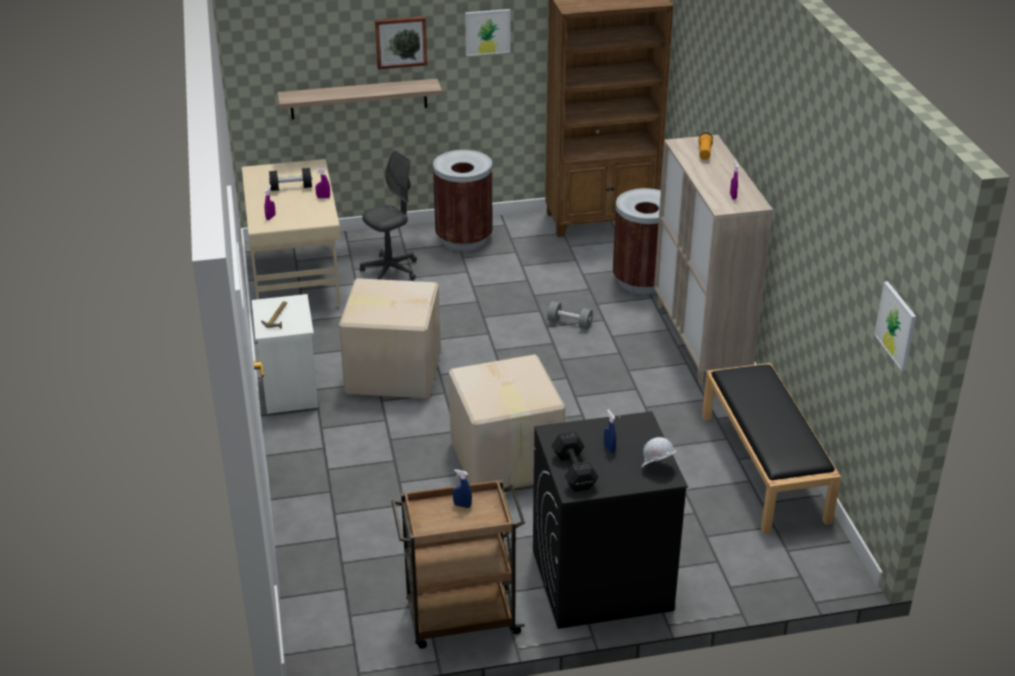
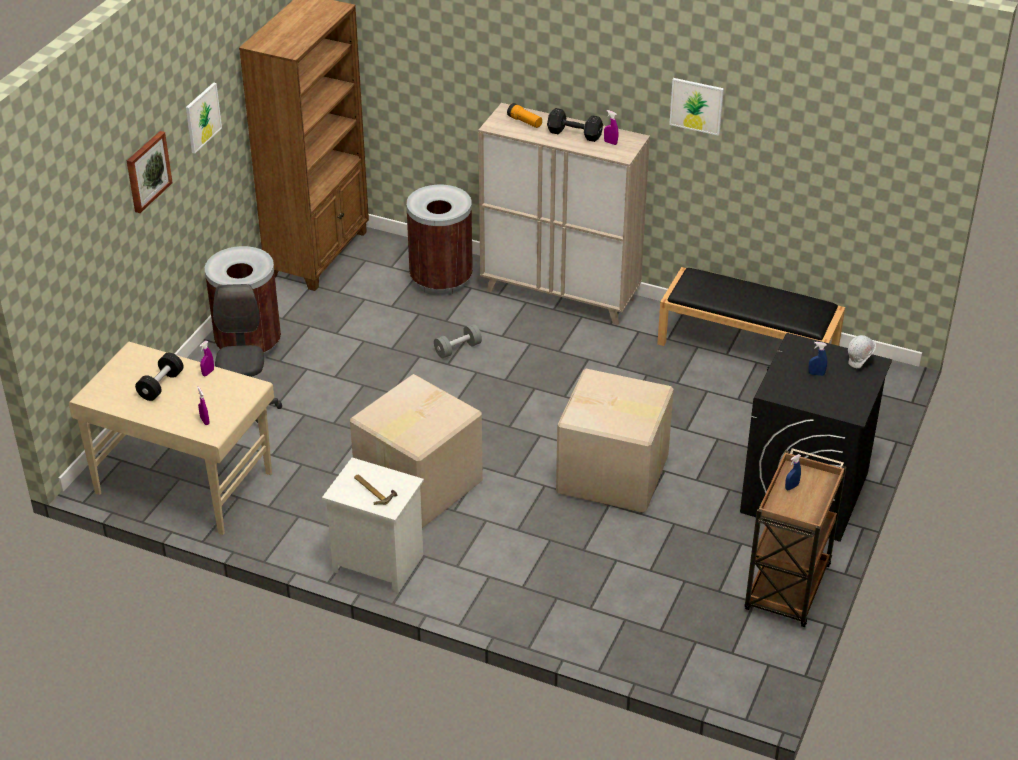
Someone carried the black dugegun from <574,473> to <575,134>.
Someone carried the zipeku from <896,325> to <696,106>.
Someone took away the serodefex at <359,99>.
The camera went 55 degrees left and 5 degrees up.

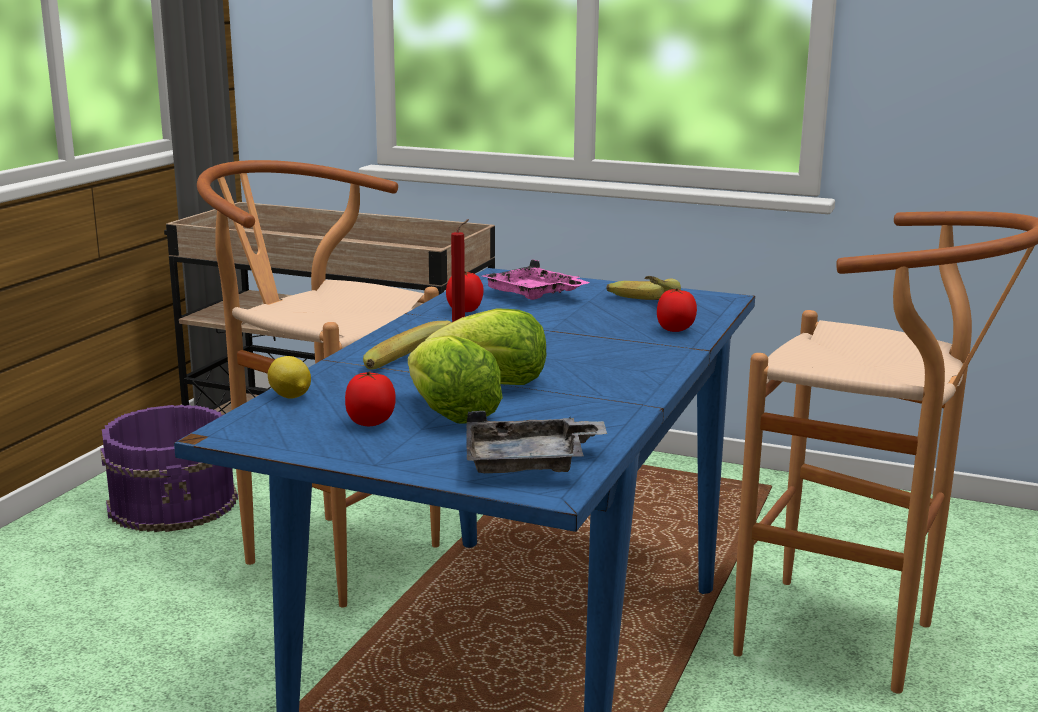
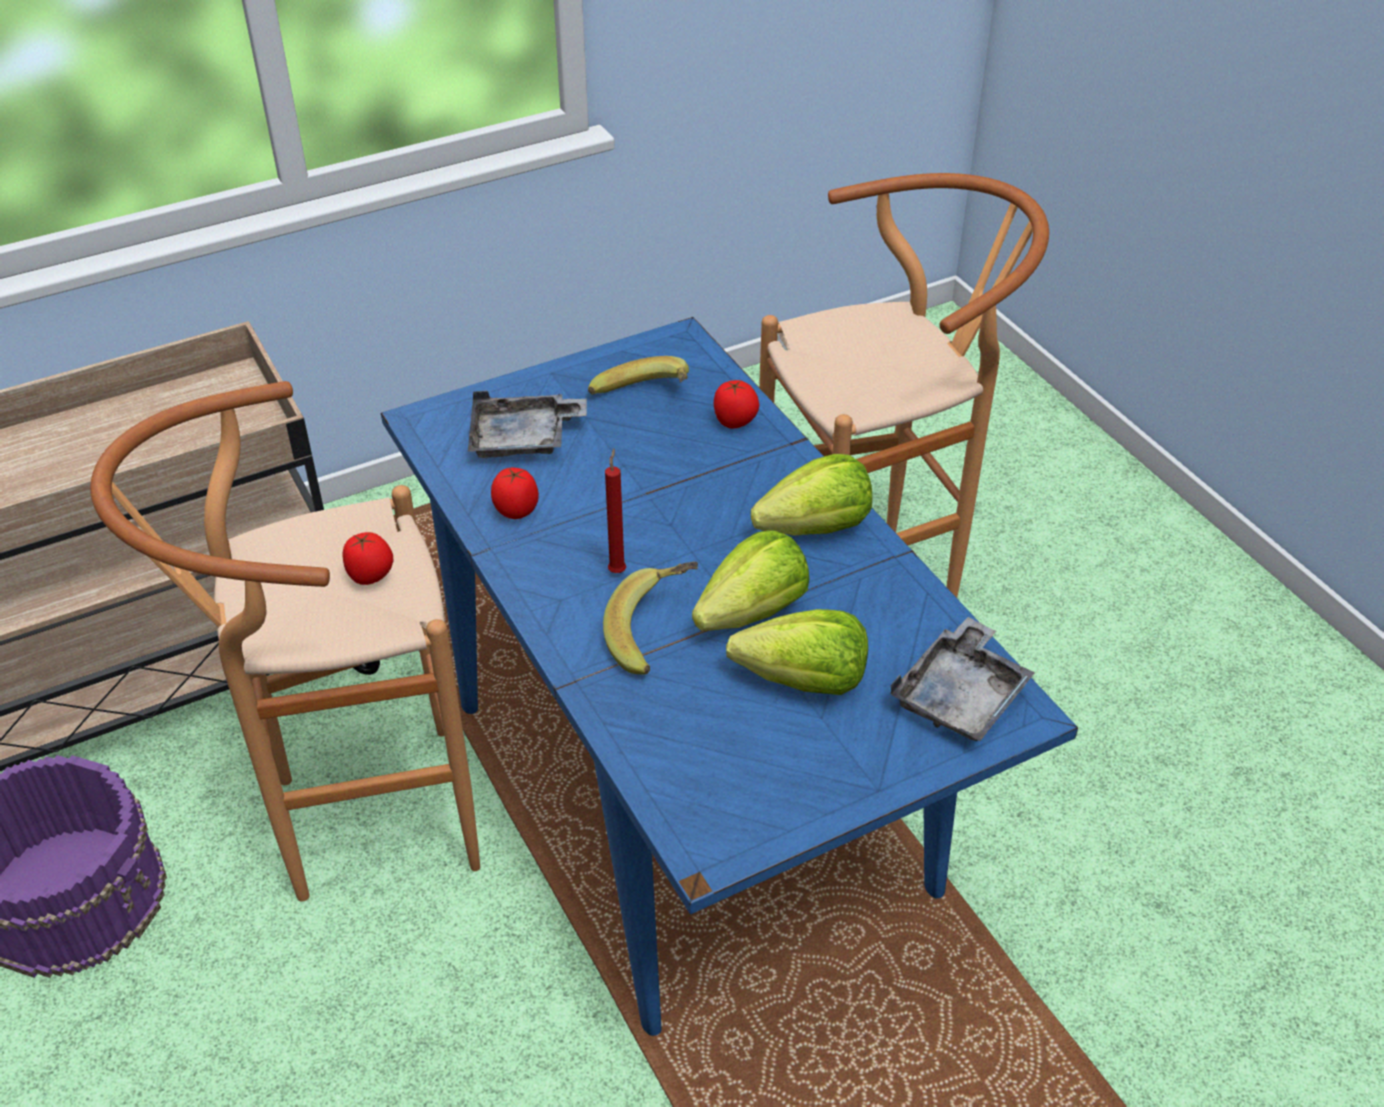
Someone carried the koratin from <371,423> to <371,576>.
Someone repainted the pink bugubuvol at <533,295>, which became the grey bugubuvol at <523,439>.
Someone put down the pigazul at <816,528>.
Someone took away the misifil at <290,397>.
The camera went 50 degrees left and 25 degrees up.

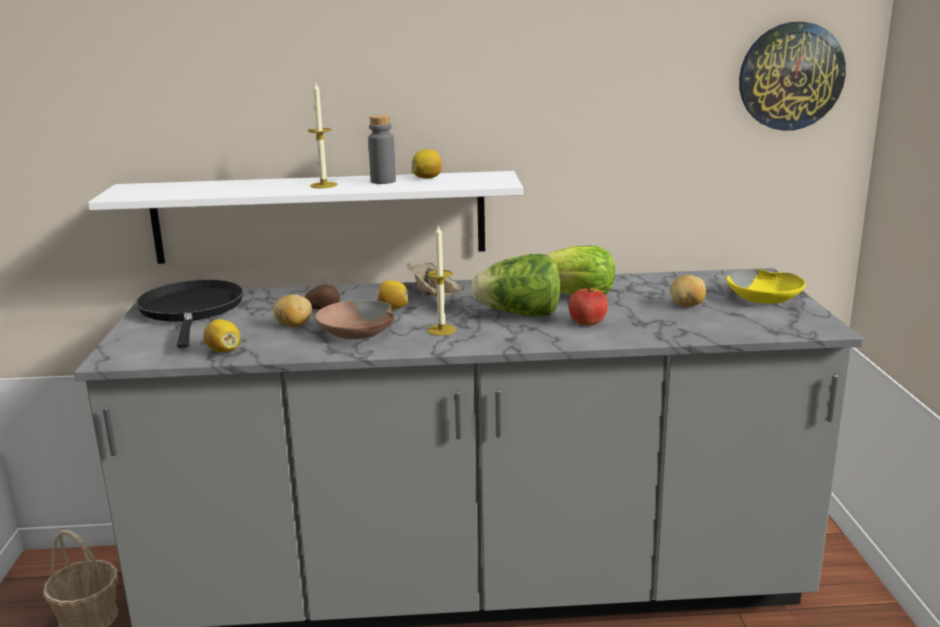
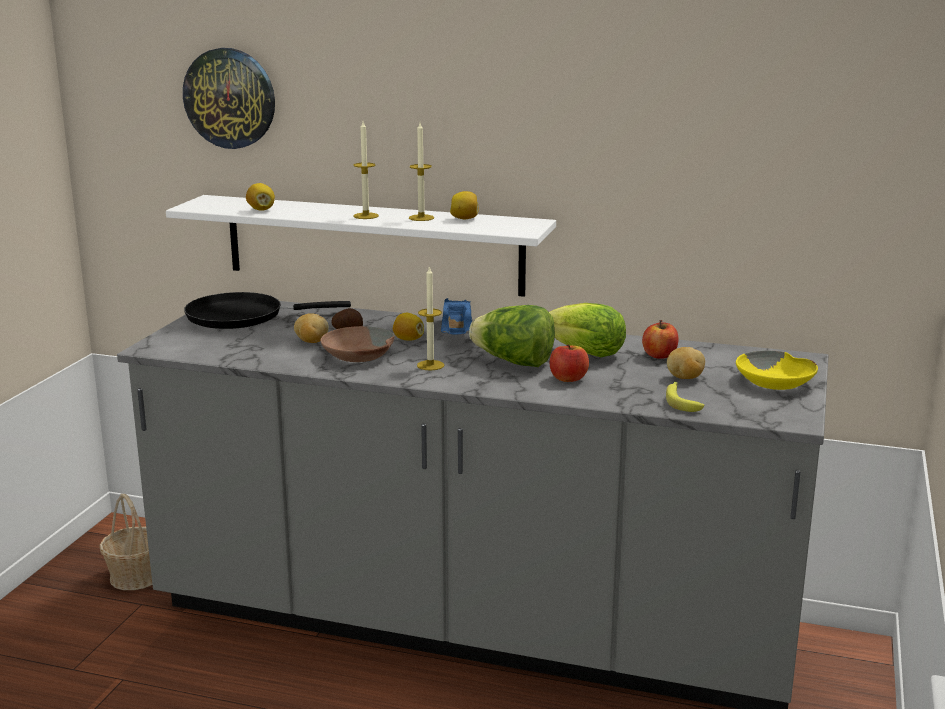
Someone carried the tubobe from <790,76> to <230,98>.
Someone rotated the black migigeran at <191,310> by 105 degrees counterclockwise.
Someone carried the misifil from <224,351> to <261,210>.
Someone swapped the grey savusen at <383,181> for the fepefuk at <421,218>.
Someone repainted the beige bugubuvol at <435,296>, which became the blue bugubuvol at <457,334>.
Someone put down the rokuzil at <659,355>.
Someone put down the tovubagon at <681,401>.
The camera went 20 degrees right and 0 degrees up.

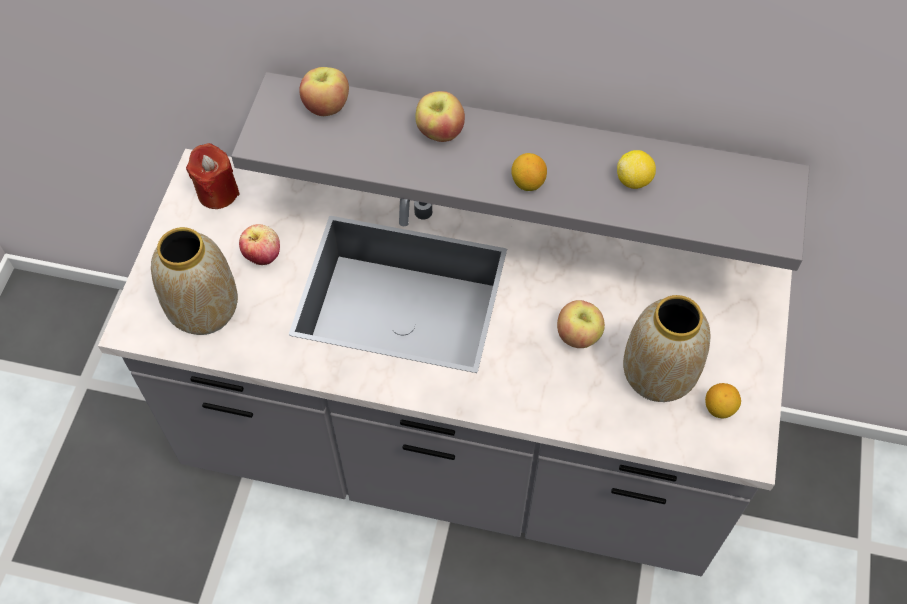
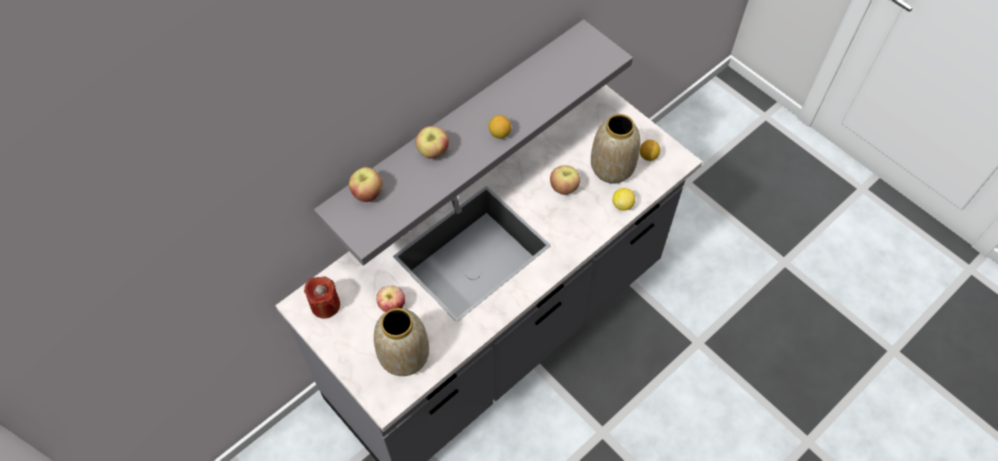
Someone carried the misifil from <634,181> to <622,204>.
The camera went 55 degrees left and 0 degrees up.

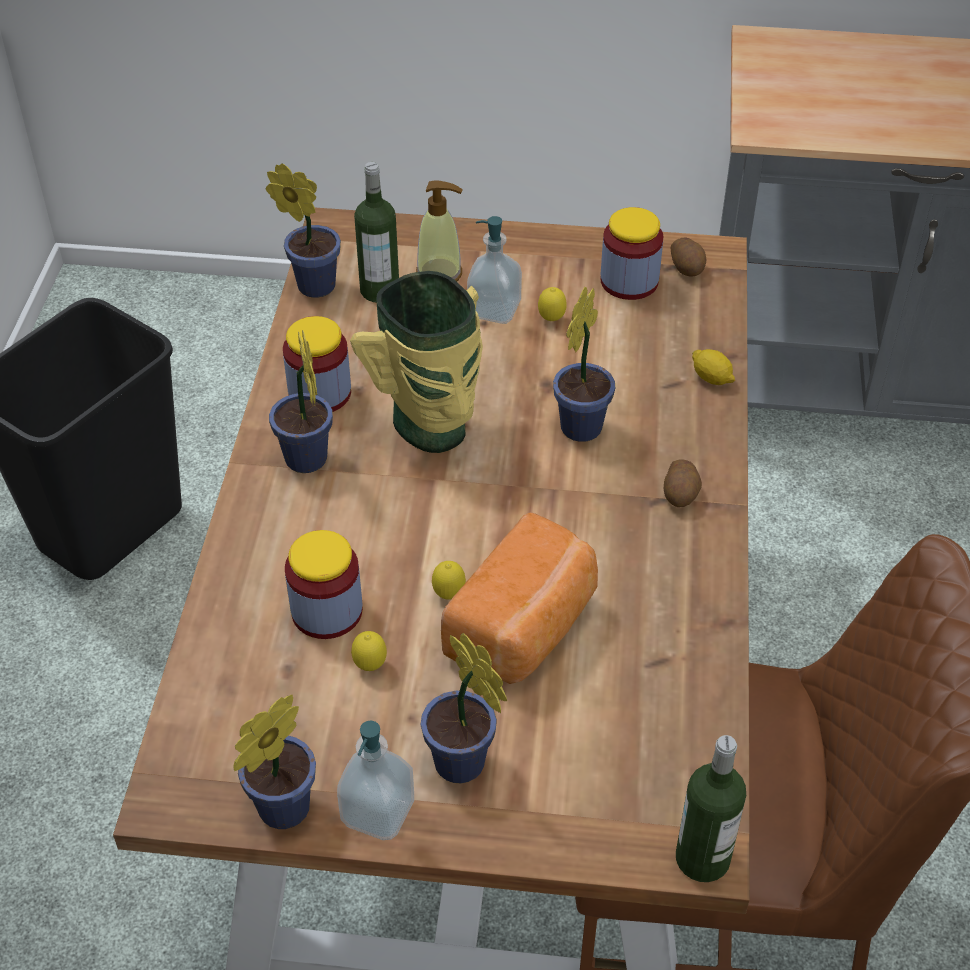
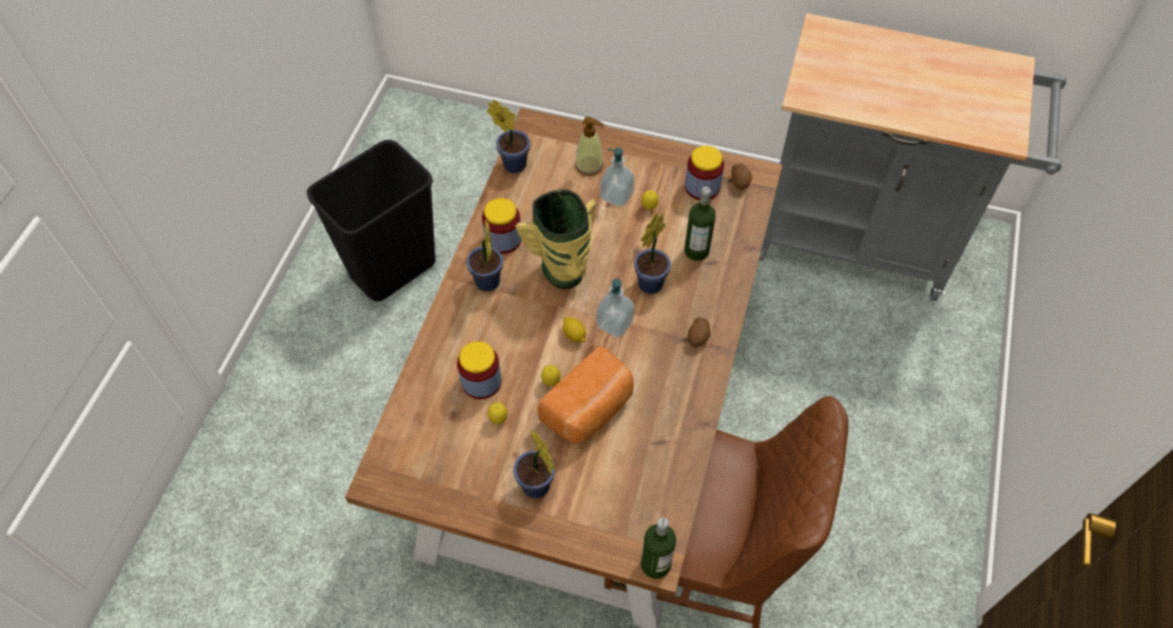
Someone carried the misifil from <711,378> to <574,335>.
Someone carried the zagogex from <378,812> to <614,323>.
Someone carried the savusen from <379,290> to <696,251>.
Someone took away the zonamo at <278,812>.
The camera went 10 degrees right and 10 degrees up.

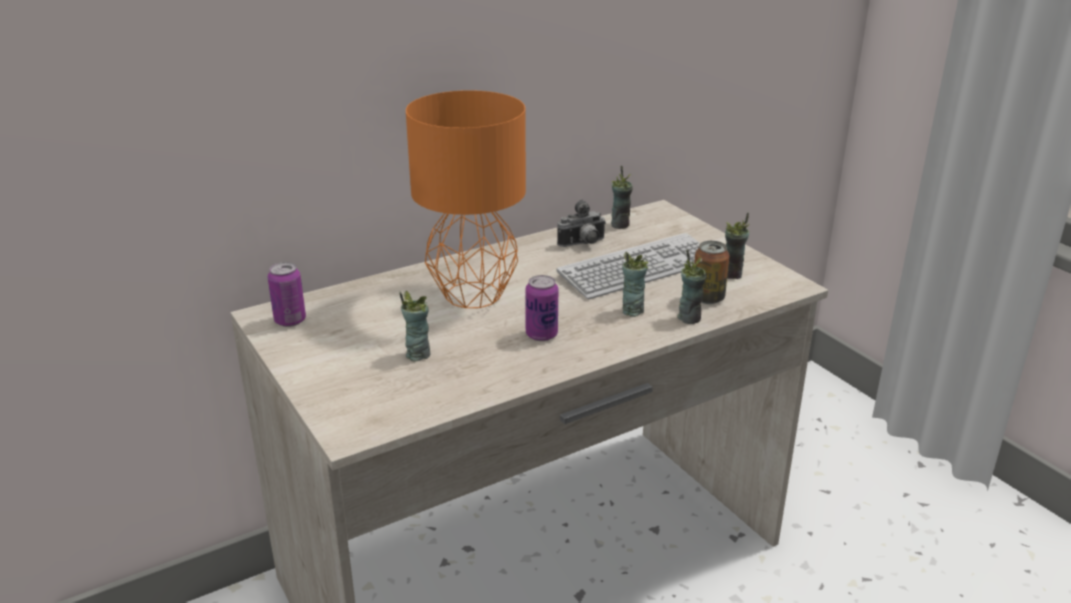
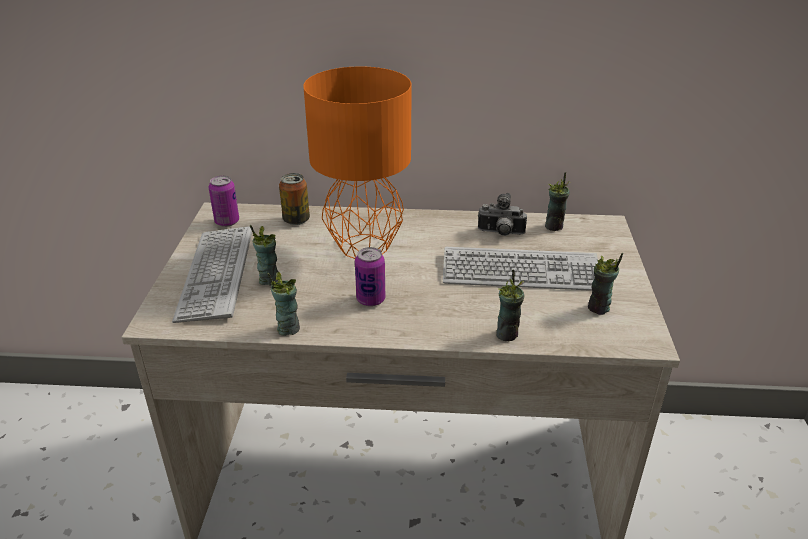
Someone put down the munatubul at <216,274>.
Someone carried the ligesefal from <632,310> to <288,328>.
Someone carried the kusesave from <708,298> to <296,220>.
The camera went 35 degrees right and 5 degrees up.

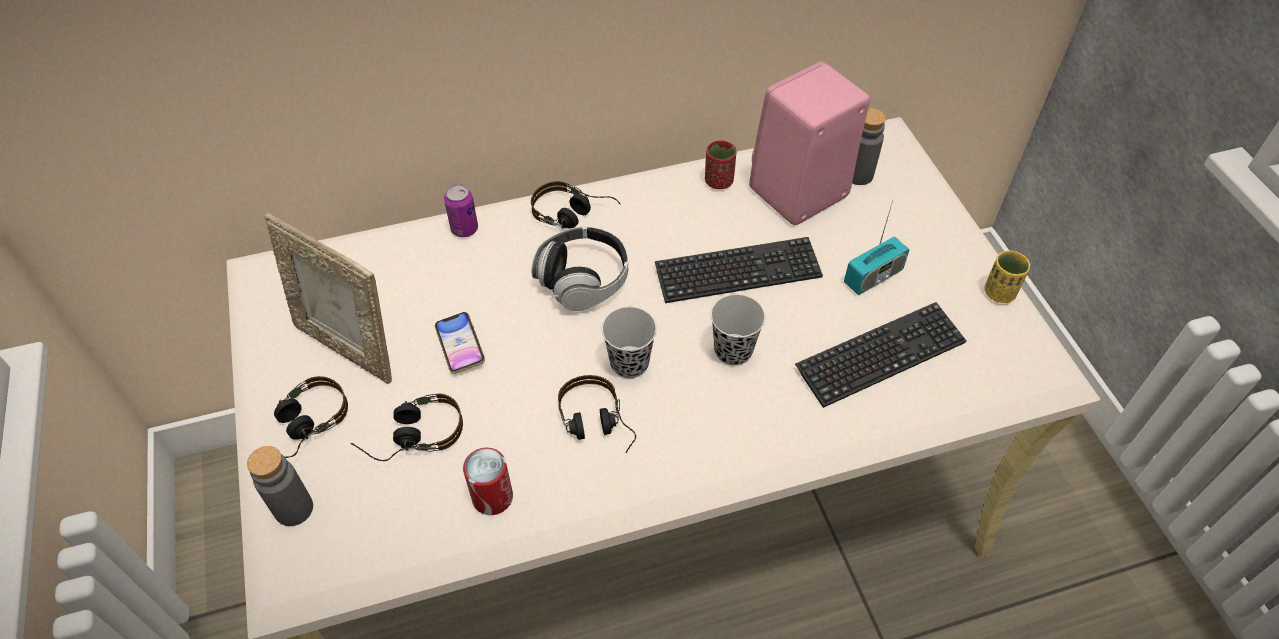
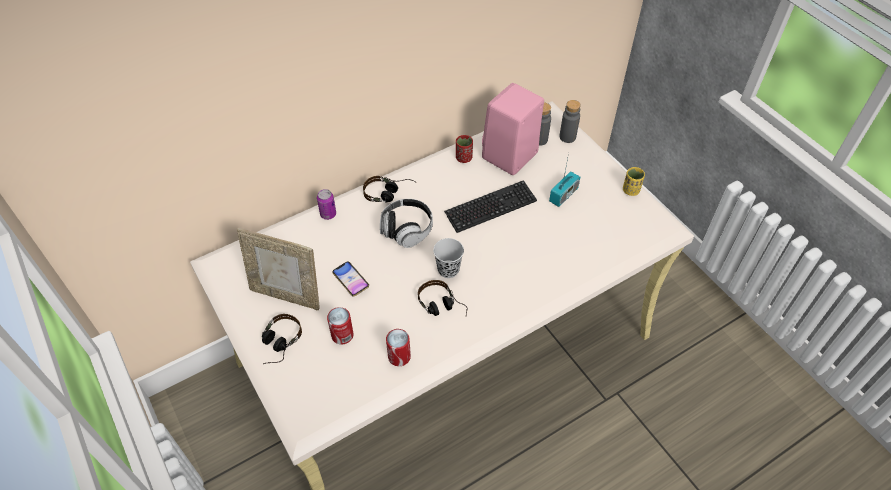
Someone swapped the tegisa at <411,436> for the kusesave at <342,335>.
Someone carried the grey savusen from <294,509> to <567,137>.
Someone took away the black ligesefal at <733,351>.
Someone took away the munatubul at <880,356>.
The camera went 15 degrees left and 0 degrees up.

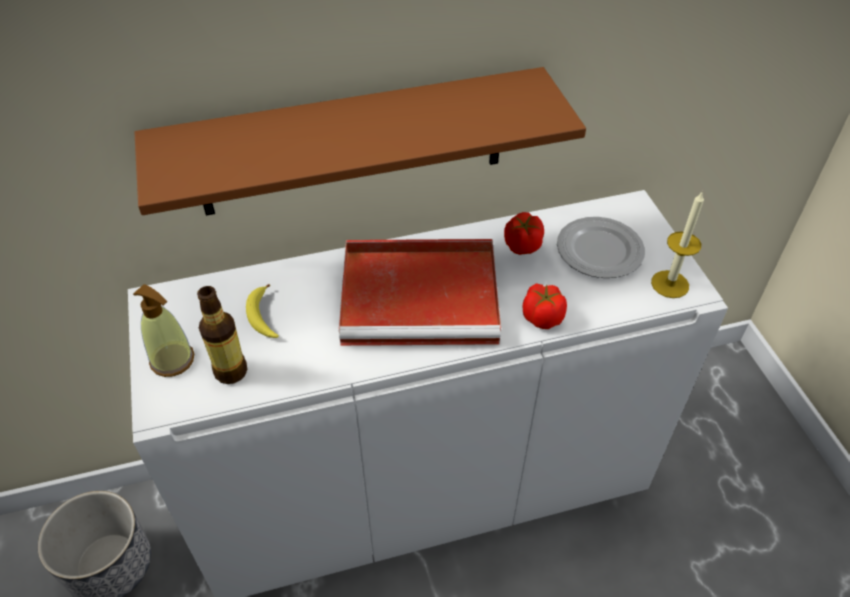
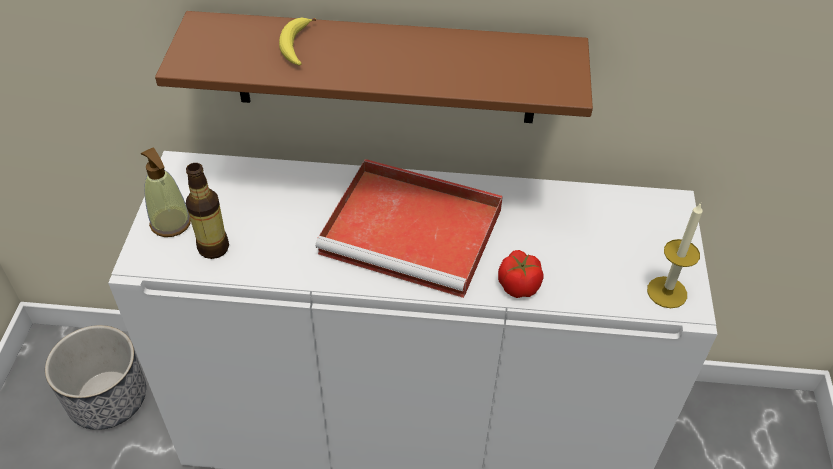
Someone carried the tovubagon from <263,317> to <296,46>.
Someone took away the koratin at <522,245>.
Someone took away the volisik at <599,251>.
The camera went 20 degrees right and 0 degrees up.

